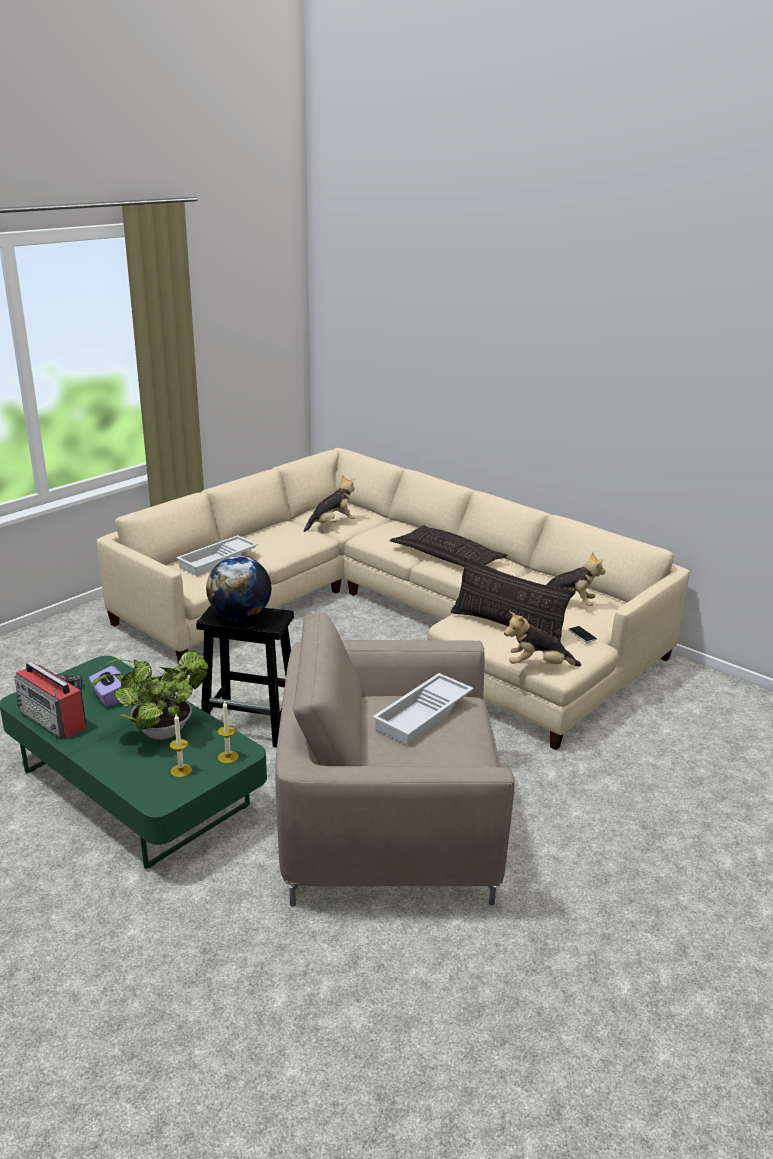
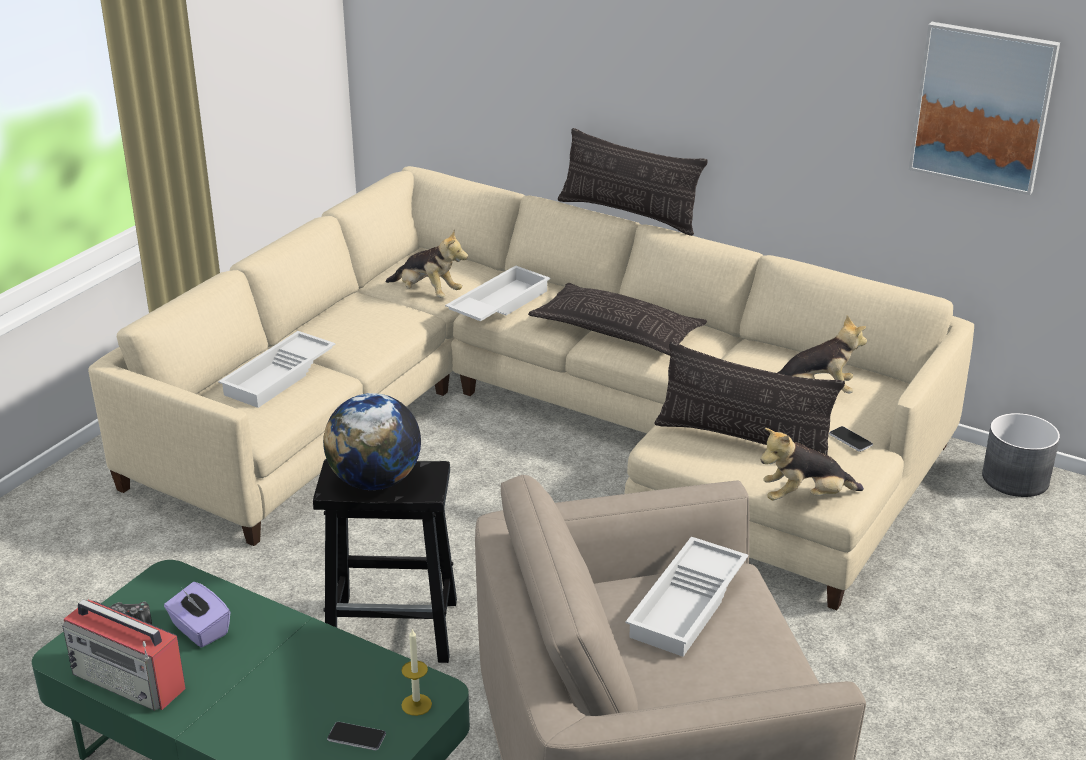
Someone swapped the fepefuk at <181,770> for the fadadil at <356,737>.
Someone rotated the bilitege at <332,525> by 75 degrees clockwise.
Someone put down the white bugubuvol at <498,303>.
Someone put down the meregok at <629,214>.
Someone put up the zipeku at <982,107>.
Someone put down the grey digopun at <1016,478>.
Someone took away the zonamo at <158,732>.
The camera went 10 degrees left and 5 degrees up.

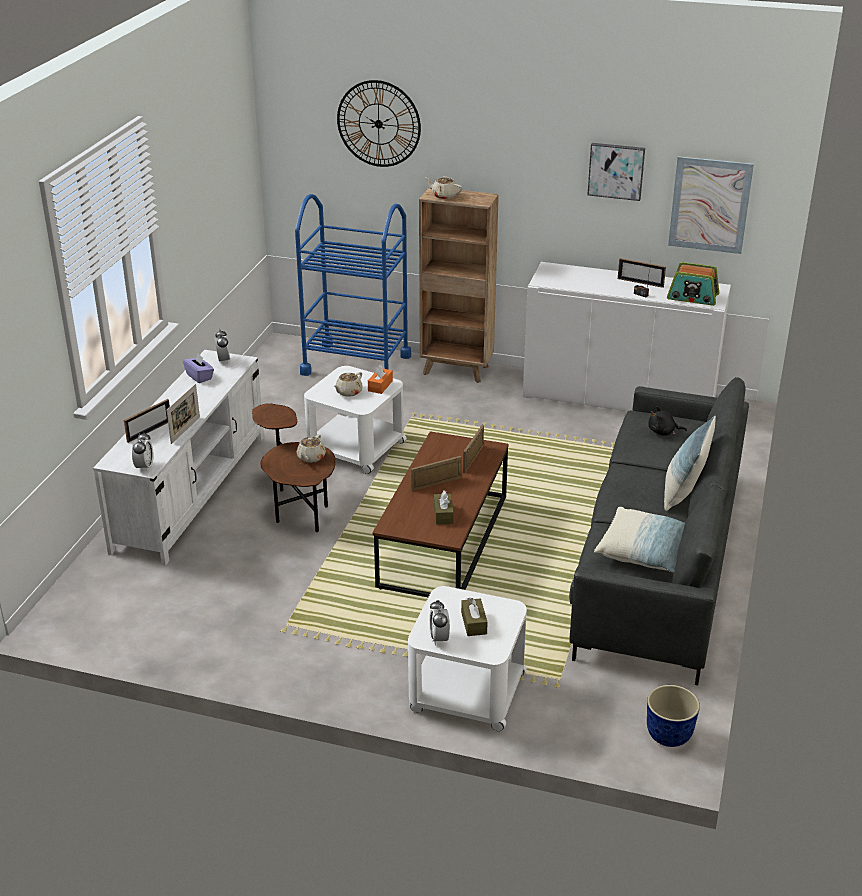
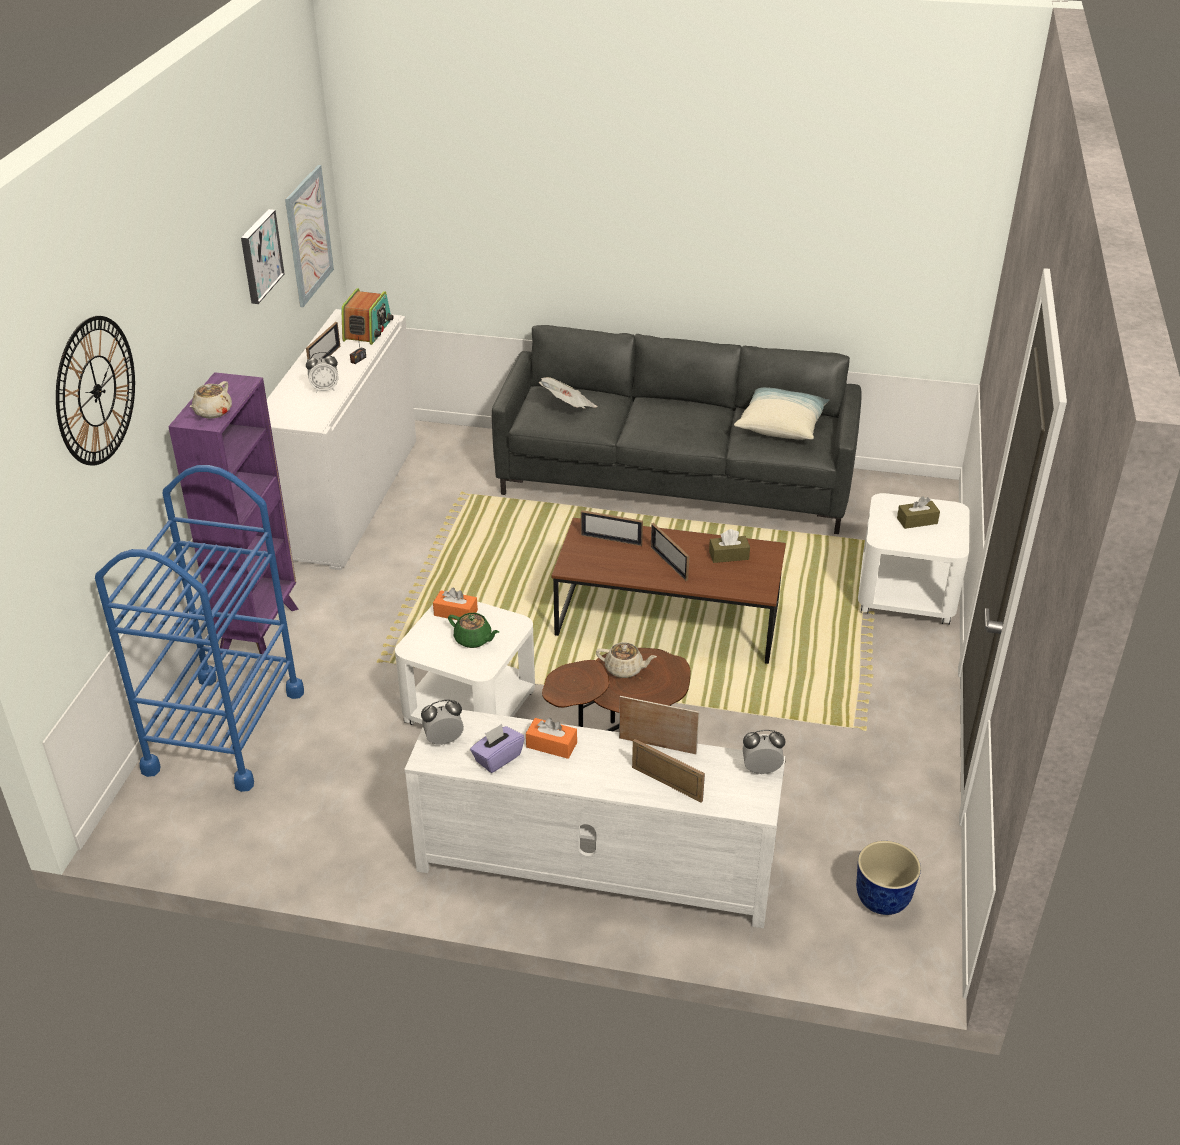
Someone repainted the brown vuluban at <457,370>, which became the purple vuluban at <260,628>.
Someone carried the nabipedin from <439,638> to <325,389>.
Someone repainted the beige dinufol at <348,392>, which became the green dinufol at <473,640>.
Someone put down the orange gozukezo at <551,745>.
Someone swapped the black bilitege at <663,432> for the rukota at <568,407>.
Someone carried the digopun from <669,736> to <883,900>.
Someone took away the meregok at <683,493>.
The camera went 95 degrees left and 5 degrees up.

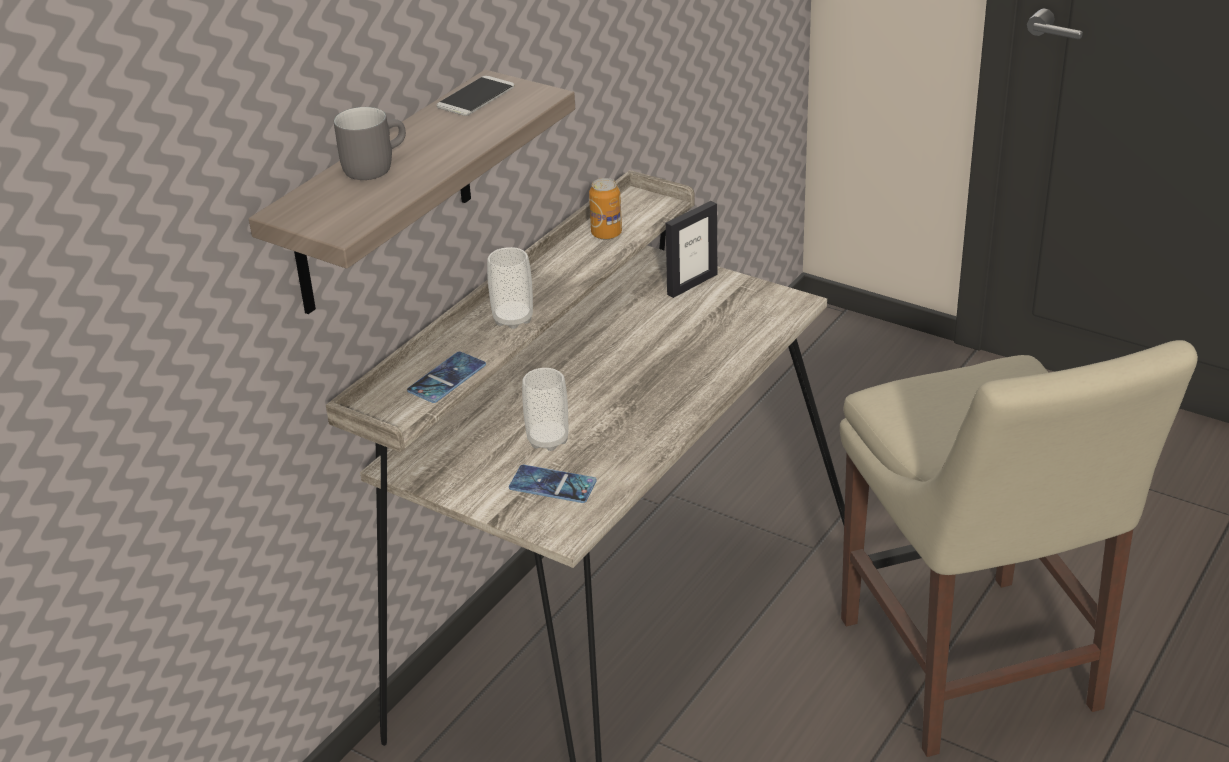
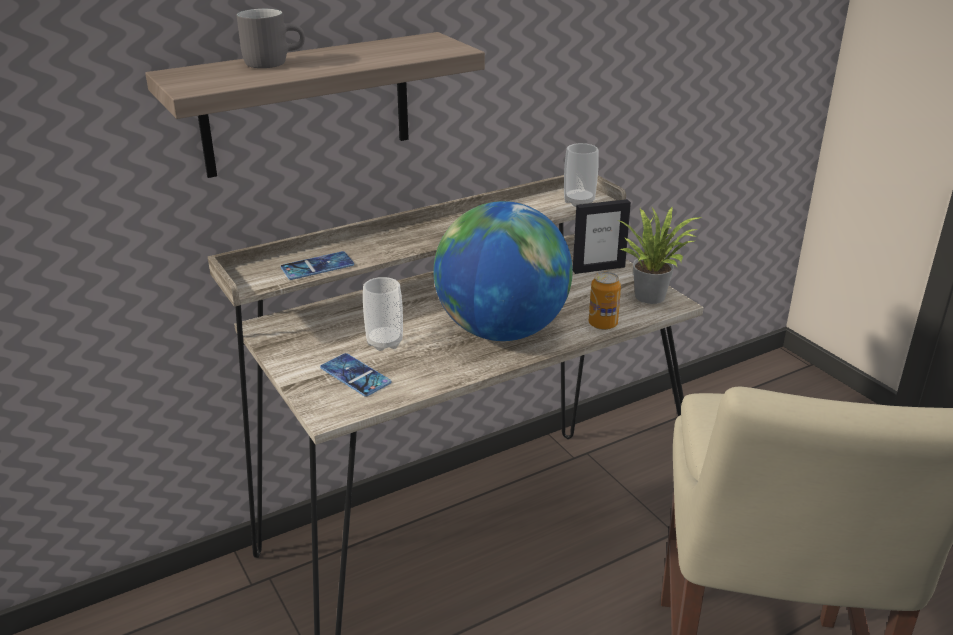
Someone put down the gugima at <501,331>.
Someone carried the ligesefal from <513,319> to <579,201>.
Someone carried the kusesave from <606,234> to <603,324>.
Someone put down the zonamo at <652,295>.
Someone took away the fadadil at <476,97>.
The camera went 25 degrees right and 5 degrees down.

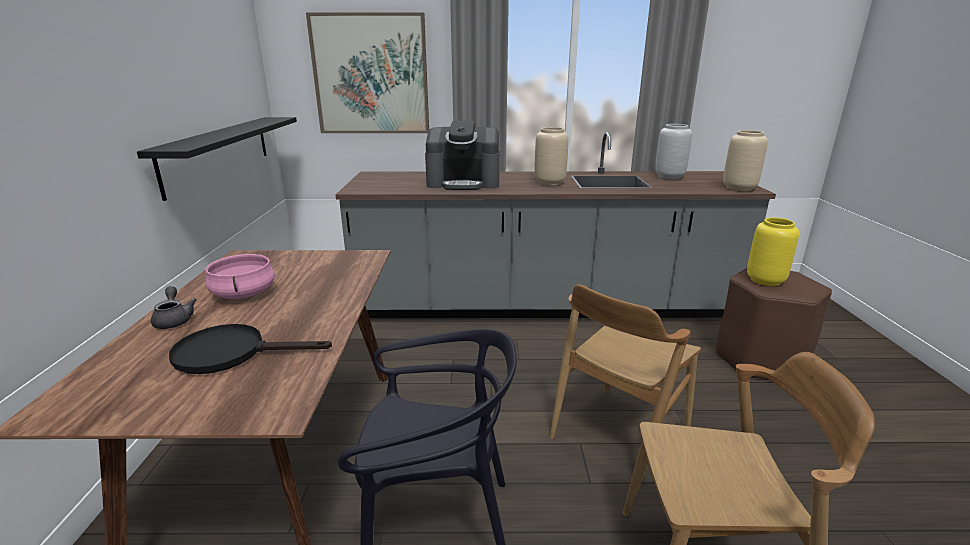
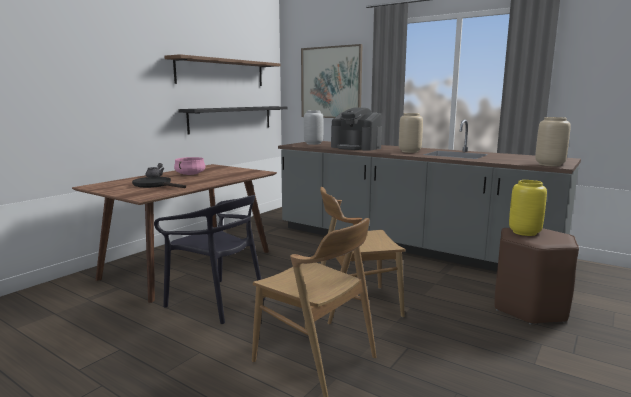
Someone put up the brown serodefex at <221,72>.
Someone carried the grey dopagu from <669,177> to <313,143>.
The camera went 35 degrees right and 10 degrees down.

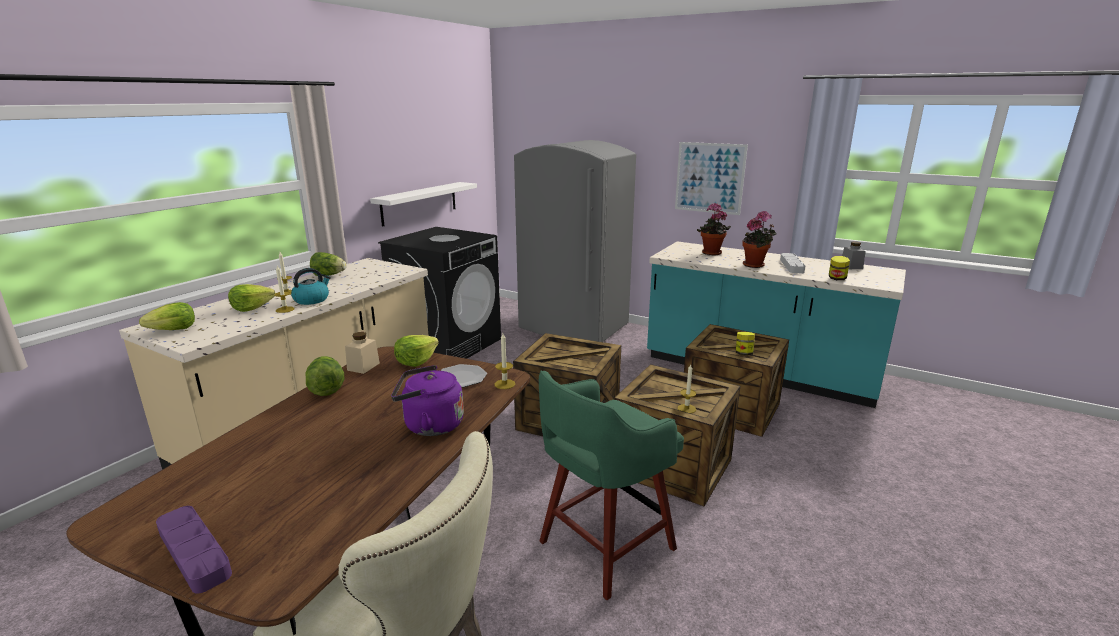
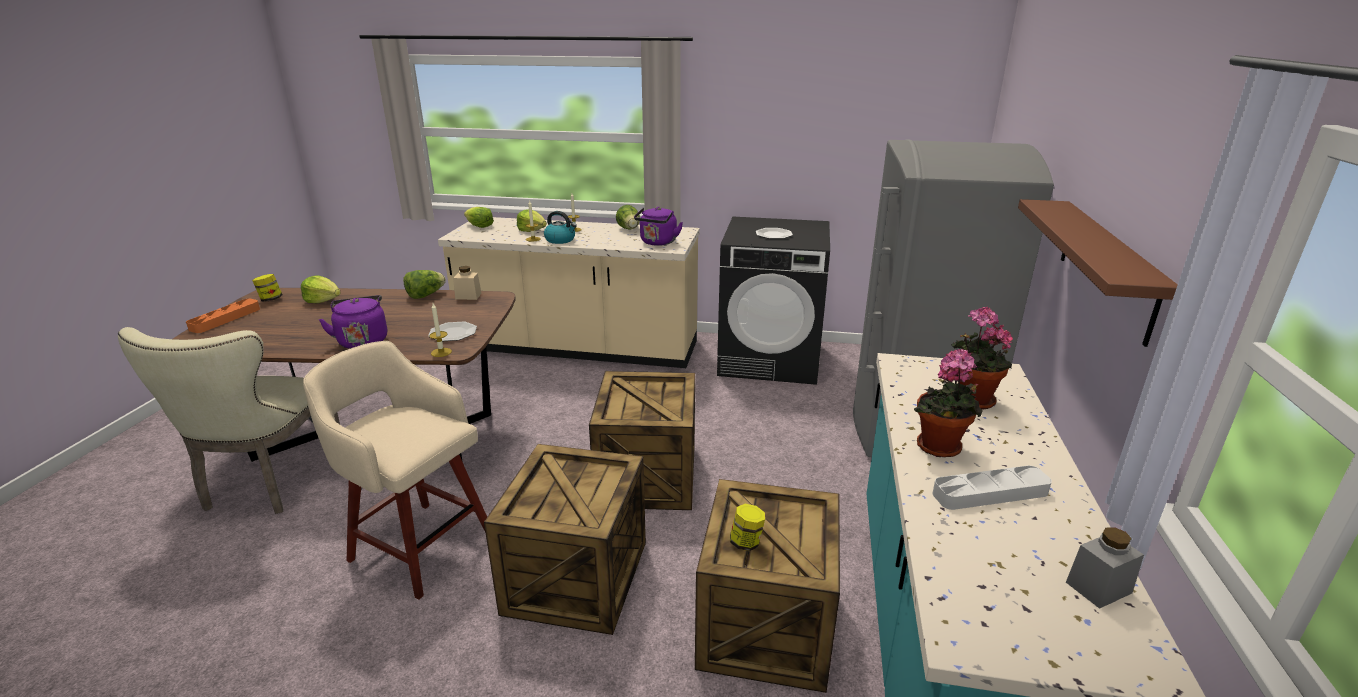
Someone repainted the purple bugubuvol at <194,552>, which became the orange bugubuvol at <225,319>.
Someone carried the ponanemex from <837,279> to <270,299>.
Someone carried the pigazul from <416,361> to <323,300>.
Someone repainted the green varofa at <603,547>, which became the beige varofa at <419,546>.
Someone put down the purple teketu at <657,243>.
Someone swapped the zipeku at <709,178> for the brown serodefex at <1106,267>.
Someone took away the white serodefex at <419,203>.
Someone took away the fepefuk at <686,408>.
The camera went 70 degrees right and 5 degrees up.

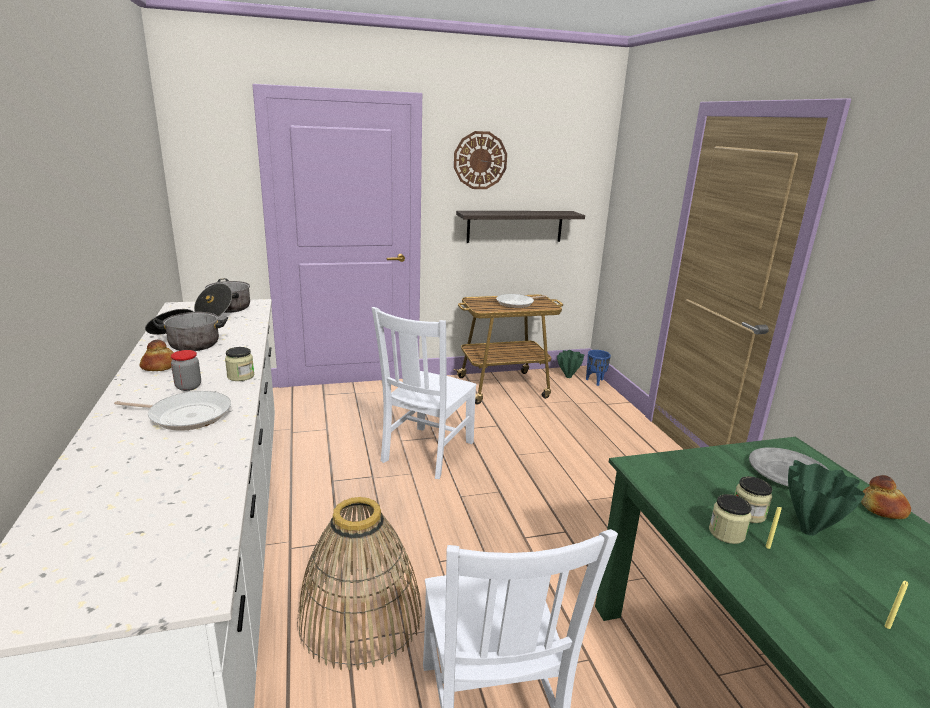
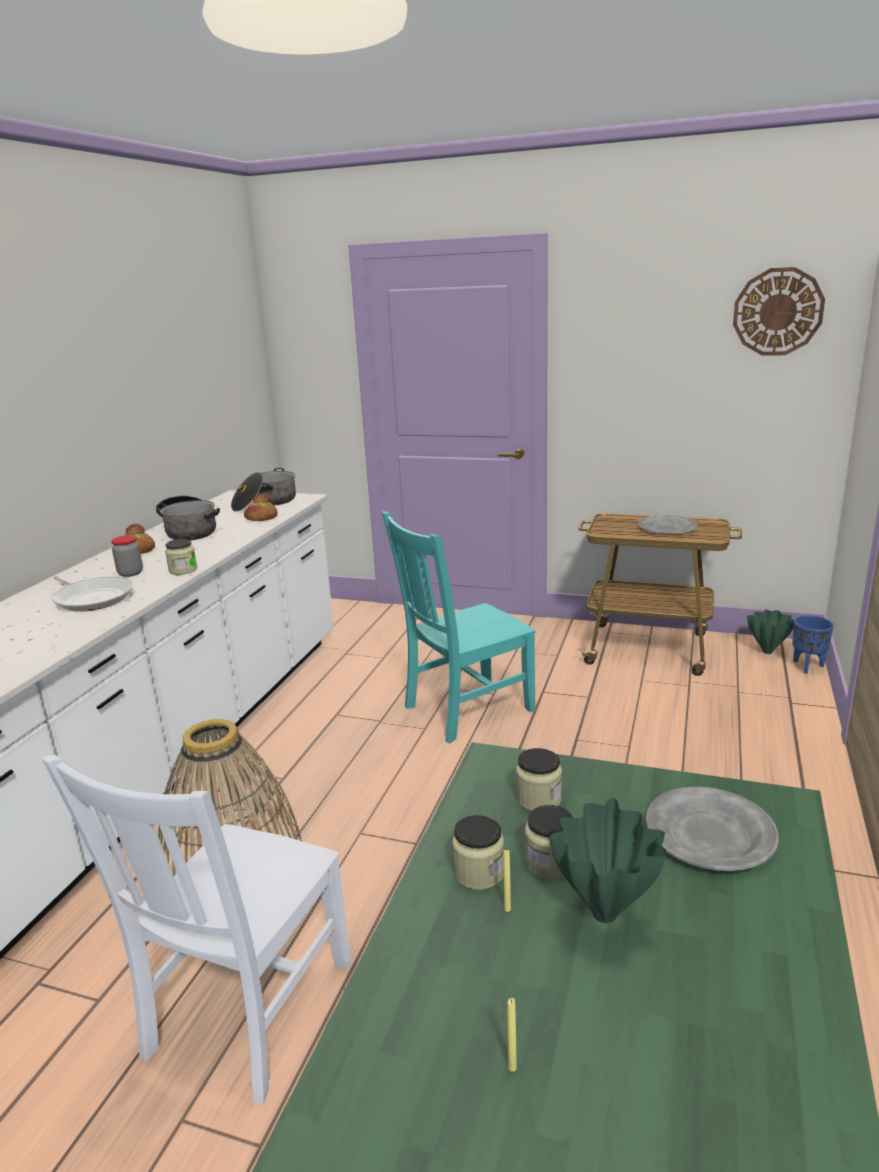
Someone carried the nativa from <882,509> to <261,518>.
Someone repainted the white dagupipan at <426,453>, which became the turquoise dagupipan at <464,709>.
Someone put down the ponanemex at <538,799>.
Someone swapped the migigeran at <517,303> for the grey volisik at <667,528>.
Someone carried the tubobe from <480,160> to <777,312>.
Someone took away the serodefex at <515,226>.
The camera went 35 degrees right and 0 degrees up.

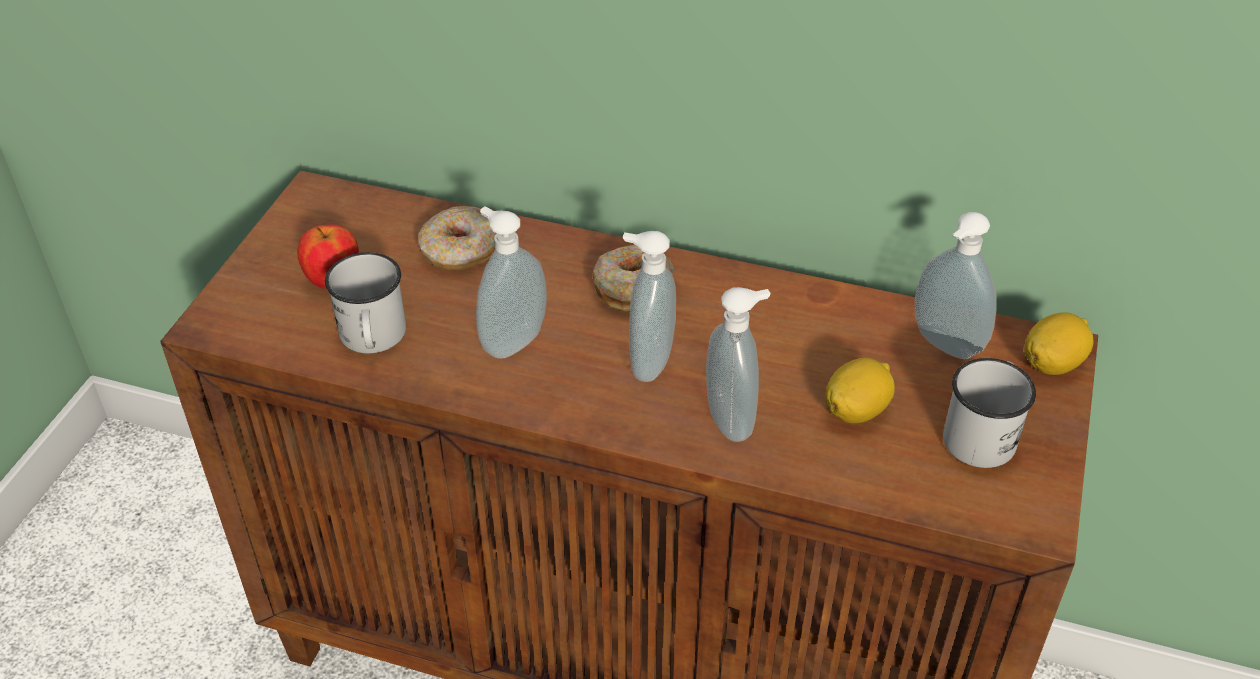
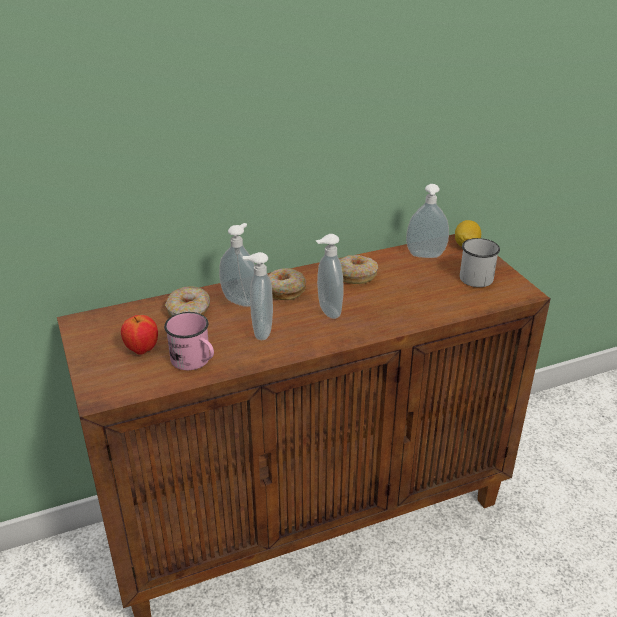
Someone repainted the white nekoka at <373,339>, which became the pink nekoka at <195,361>.
Someone carried the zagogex from <733,419> to <241,300>.
Someone put down the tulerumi at <356,275>.
Someone took away the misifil at <856,410>.
The camera went 40 degrees left and 10 degrees down.

